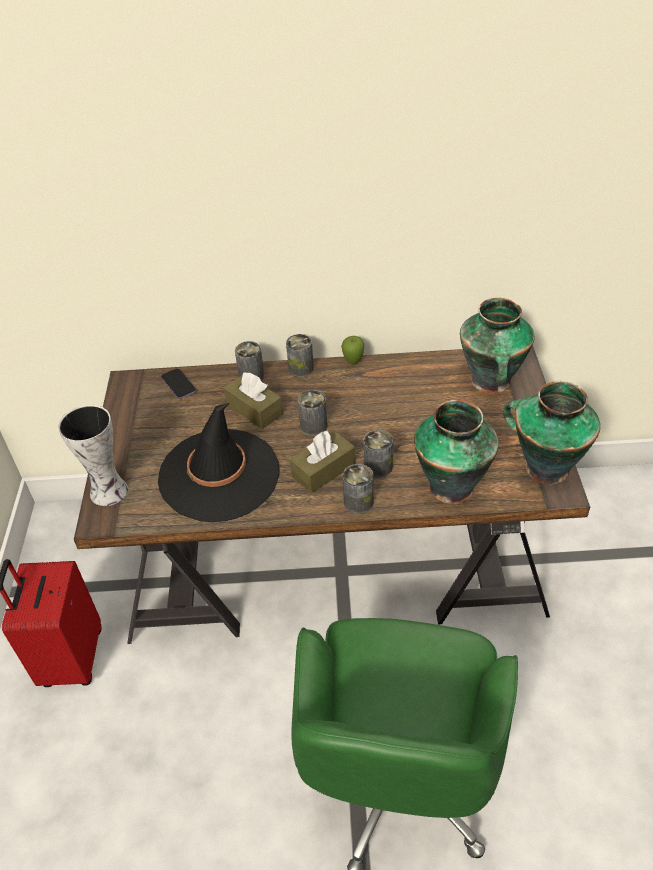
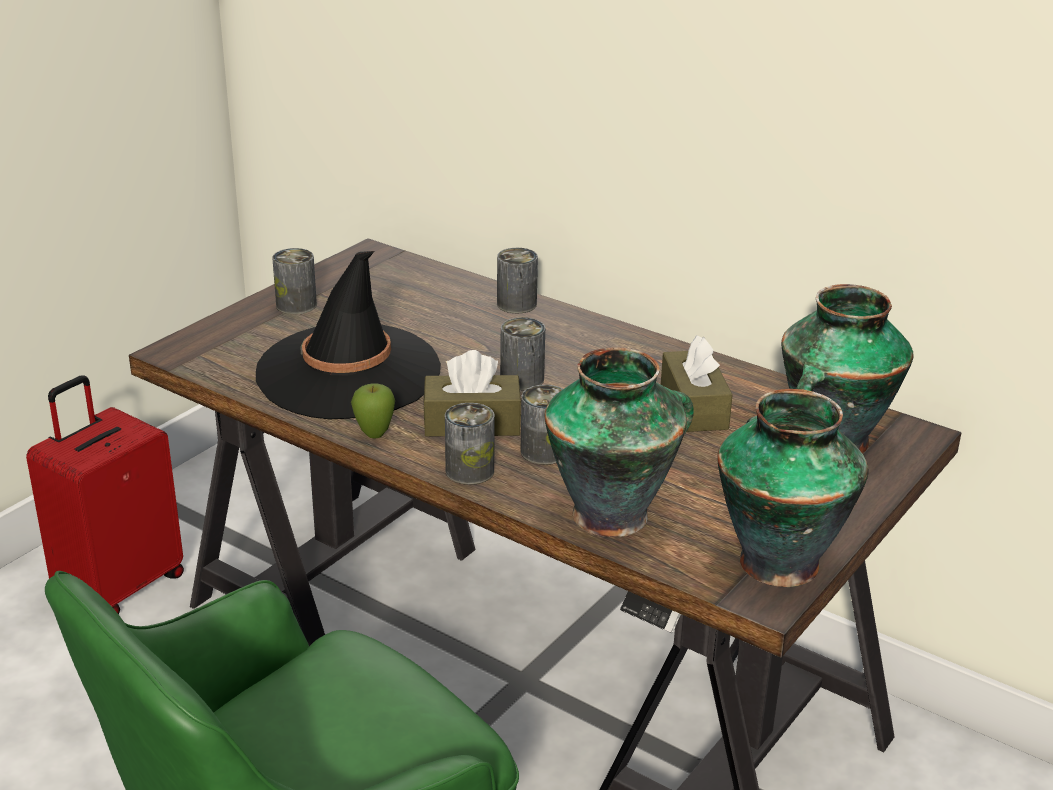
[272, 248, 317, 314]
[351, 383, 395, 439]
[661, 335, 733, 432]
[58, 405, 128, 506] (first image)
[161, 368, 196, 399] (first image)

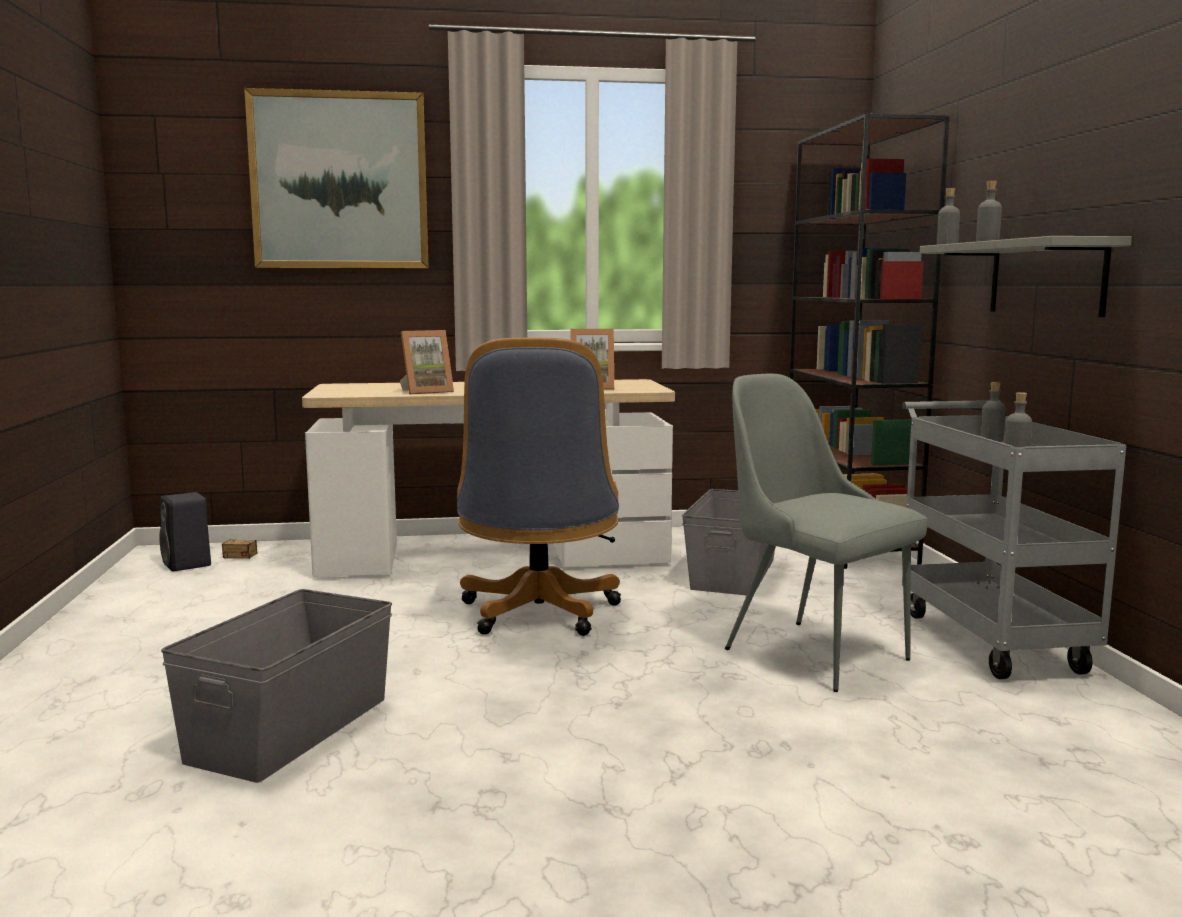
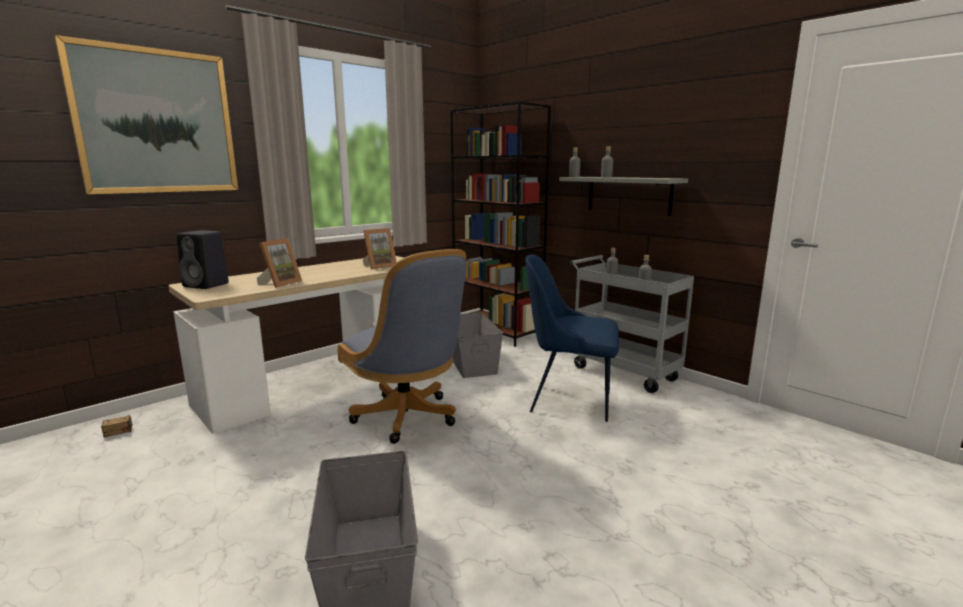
[177, 230, 229, 289]
[525, 254, 619, 422]

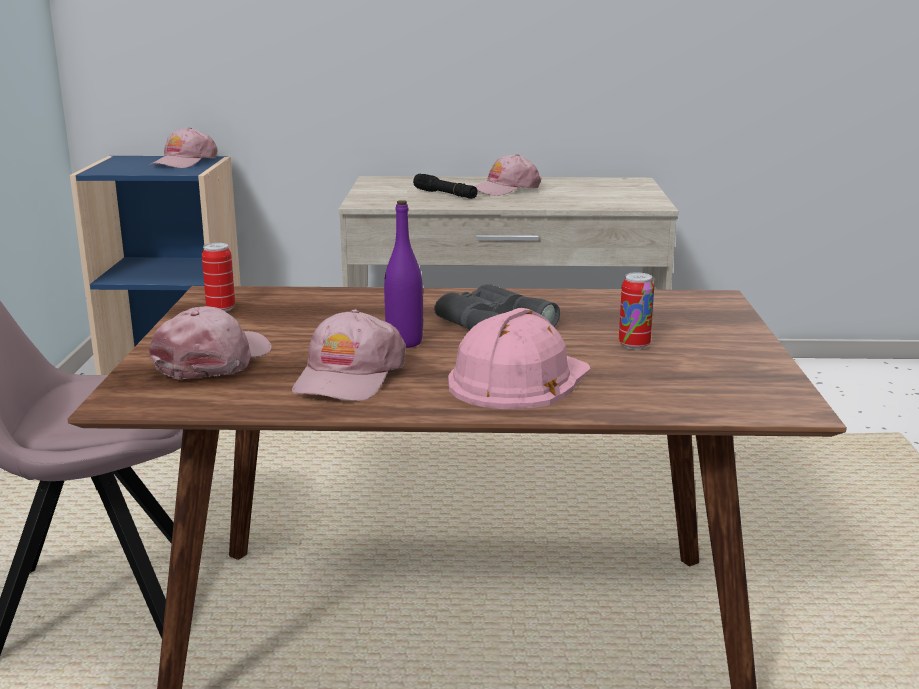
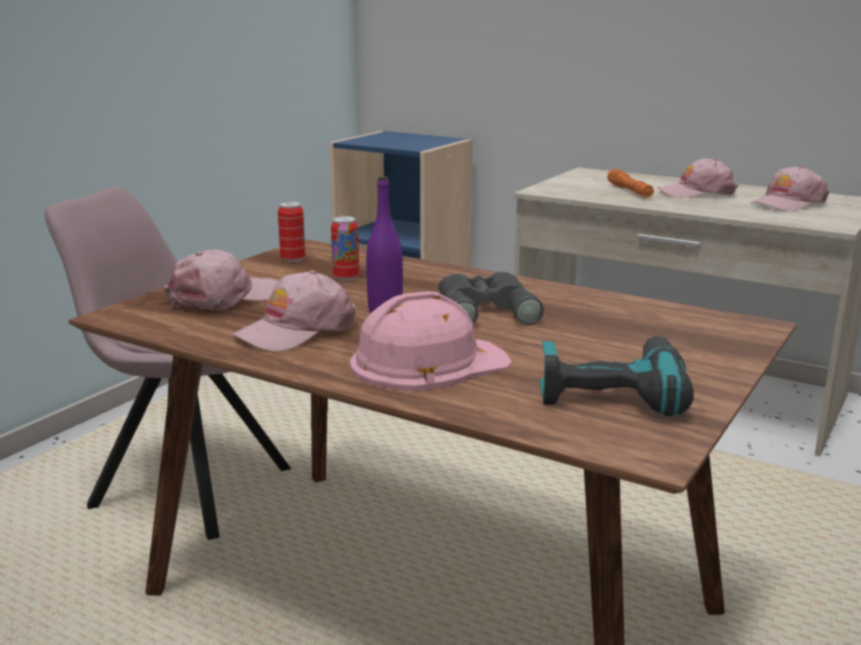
[331, 216, 359, 281]
[540, 336, 694, 416]
[607, 169, 654, 198]
[750, 166, 829, 212]

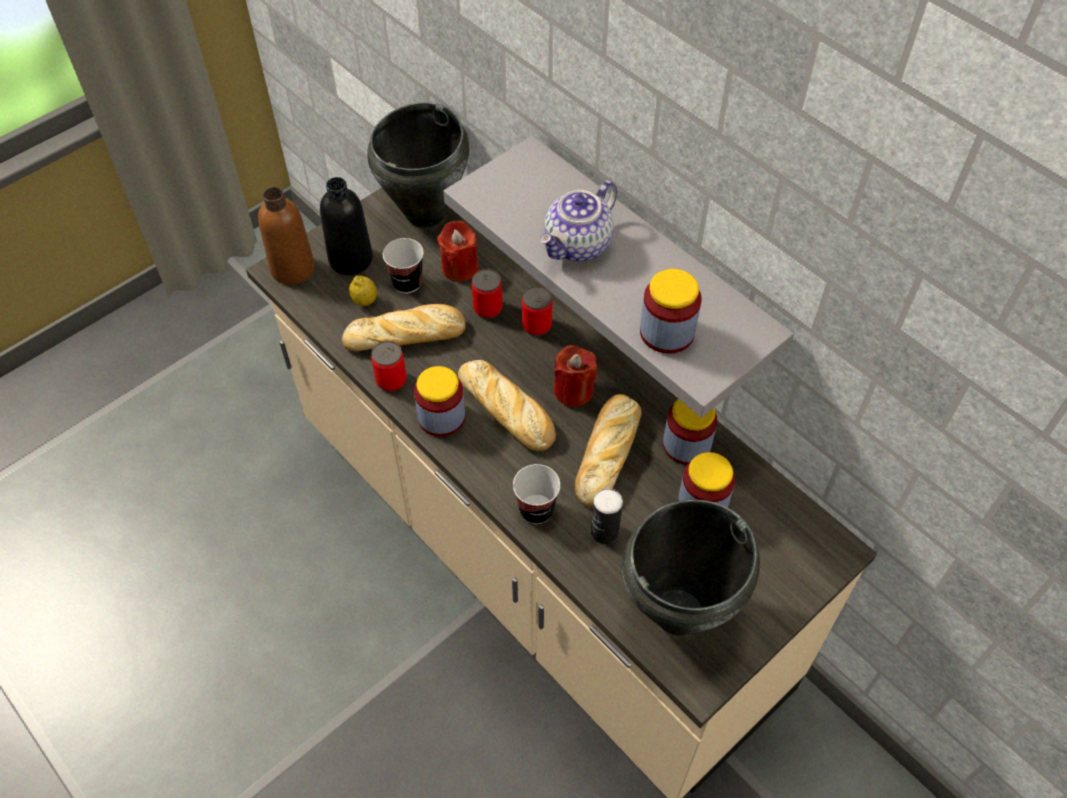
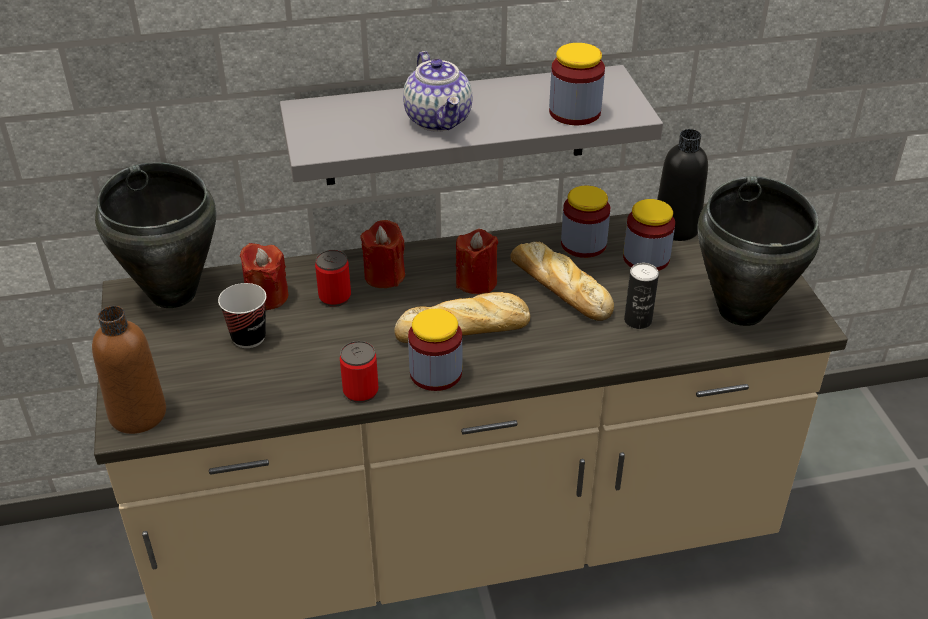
[360, 220, 405, 288]
[657, 129, 708, 241]
[342, 304, 466, 351] (first image)
[349, 276, 377, 306] (first image)
[513, 464, 560, 524] (first image)

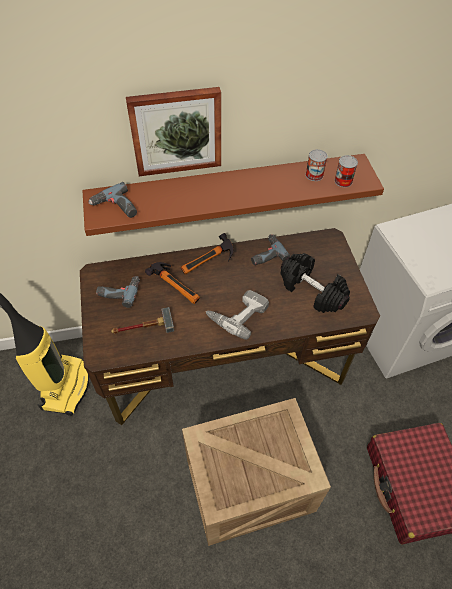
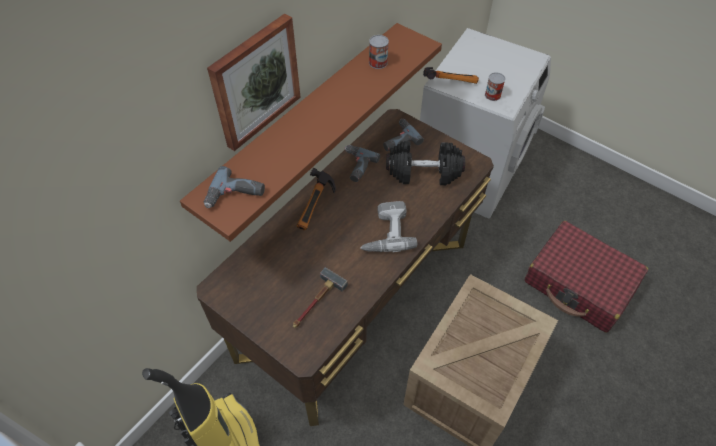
[383, 119, 424, 151]
[423, 67, 479, 84]
[485, 72, 505, 101]

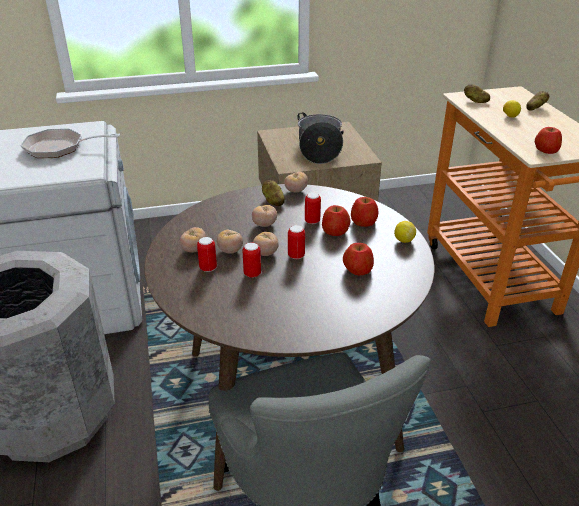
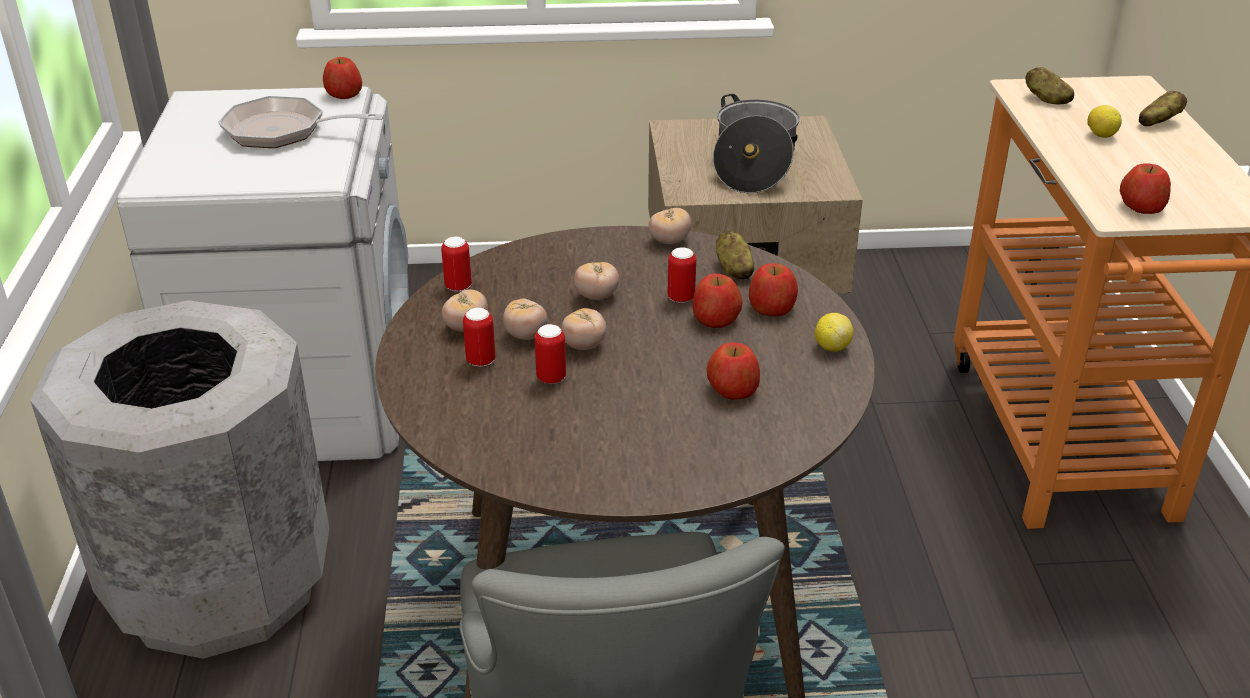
[323, 57, 362, 99]
[441, 237, 472, 292]
[716, 231, 754, 279]

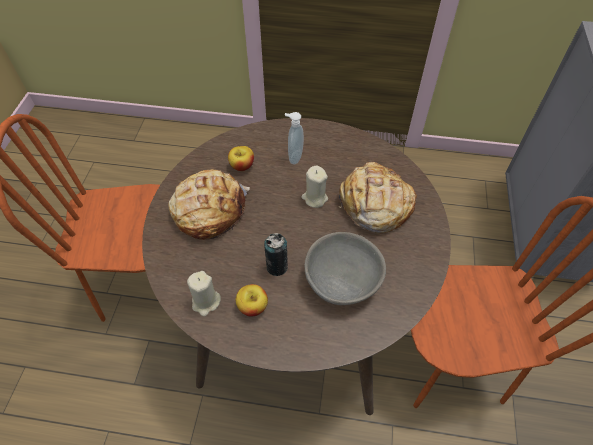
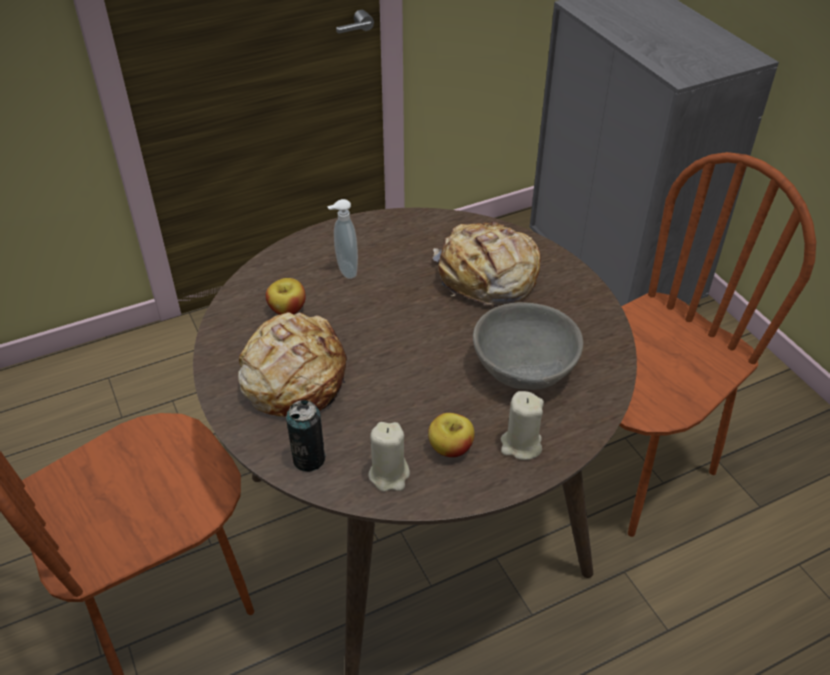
[286, 400, 326, 472]
[501, 391, 544, 460]

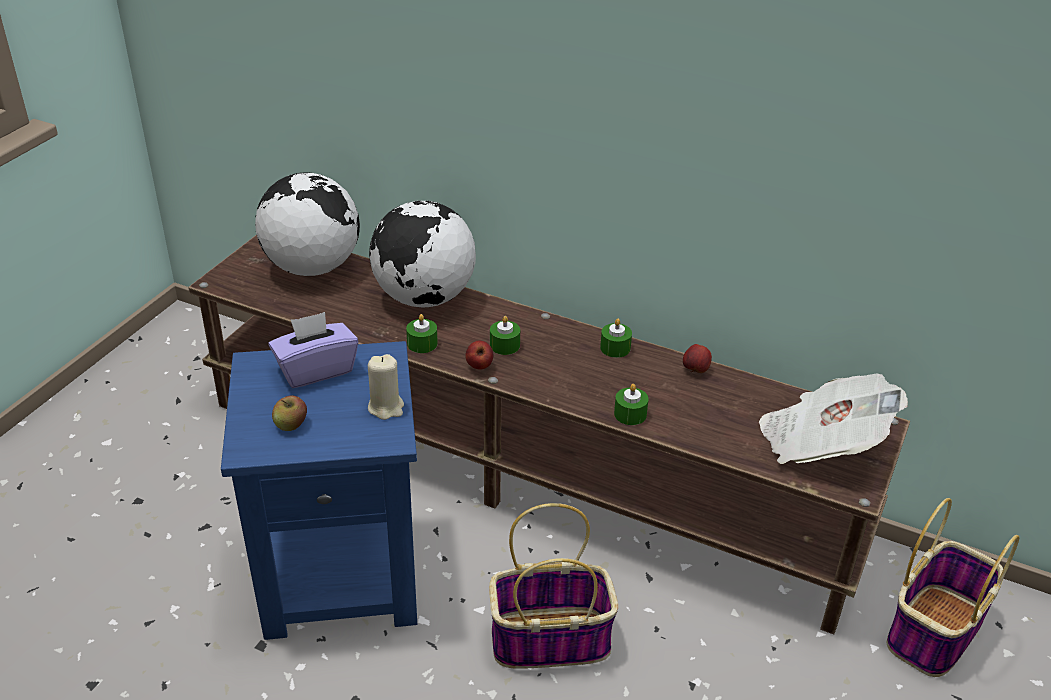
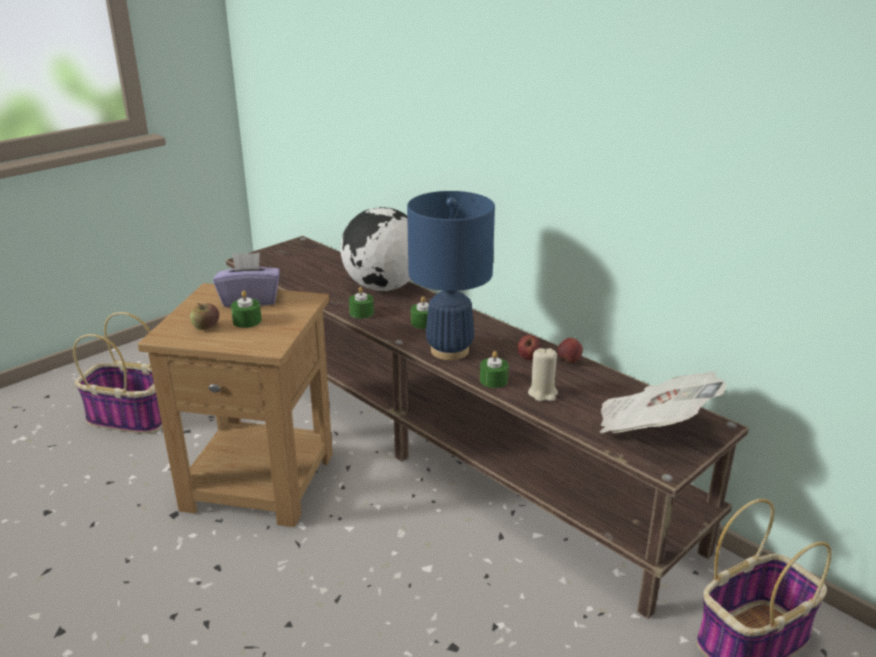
[73, 312, 162, 434]
[138, 283, 333, 527]
[231, 290, 262, 328]
[407, 191, 495, 360]
[517, 335, 541, 360]
[528, 348, 558, 401]
[255, 172, 360, 276] (first image)

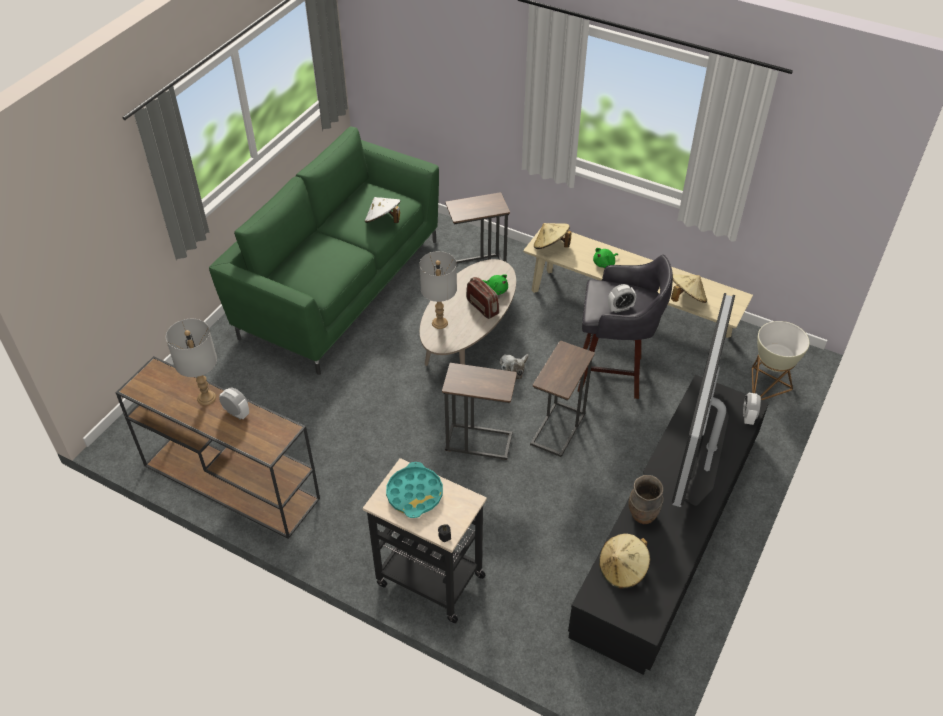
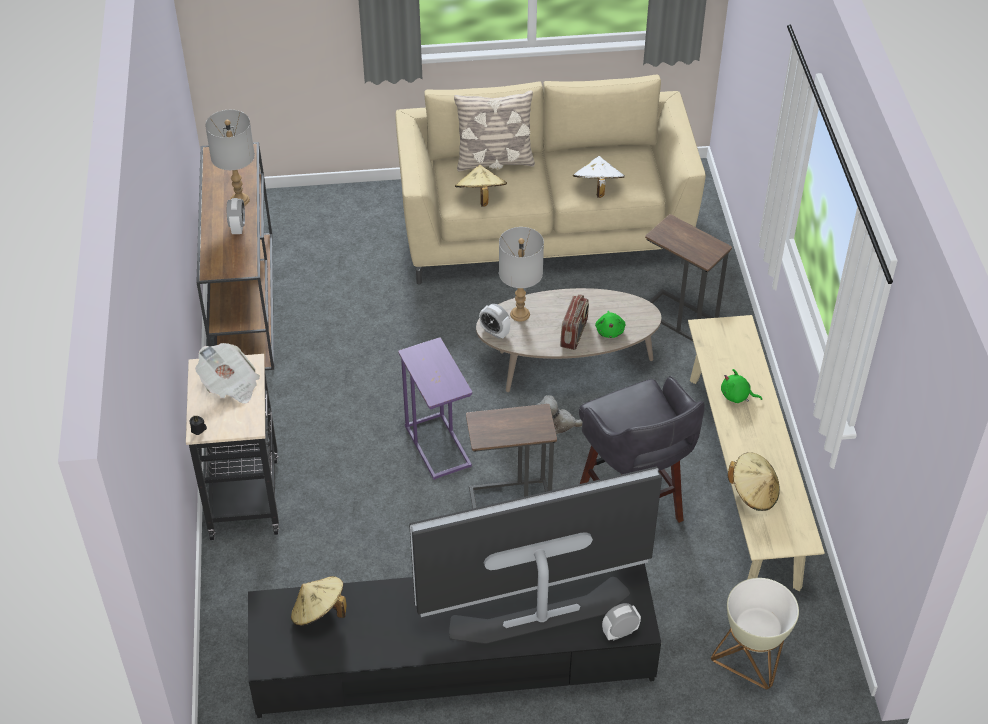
[195, 343, 260, 404]
[395, 74, 706, 284]
[398, 337, 472, 480]
[454, 91, 535, 171]
[455, 165, 507, 207]
[479, 304, 510, 339]
[628, 475, 664, 524] (first image)

